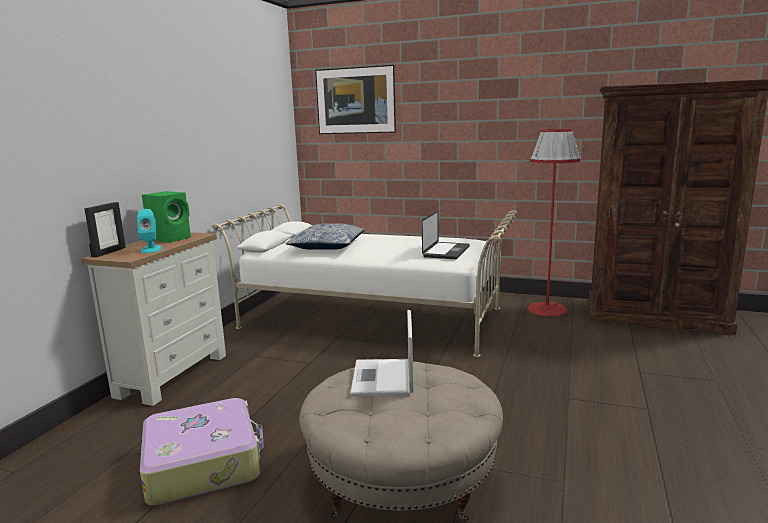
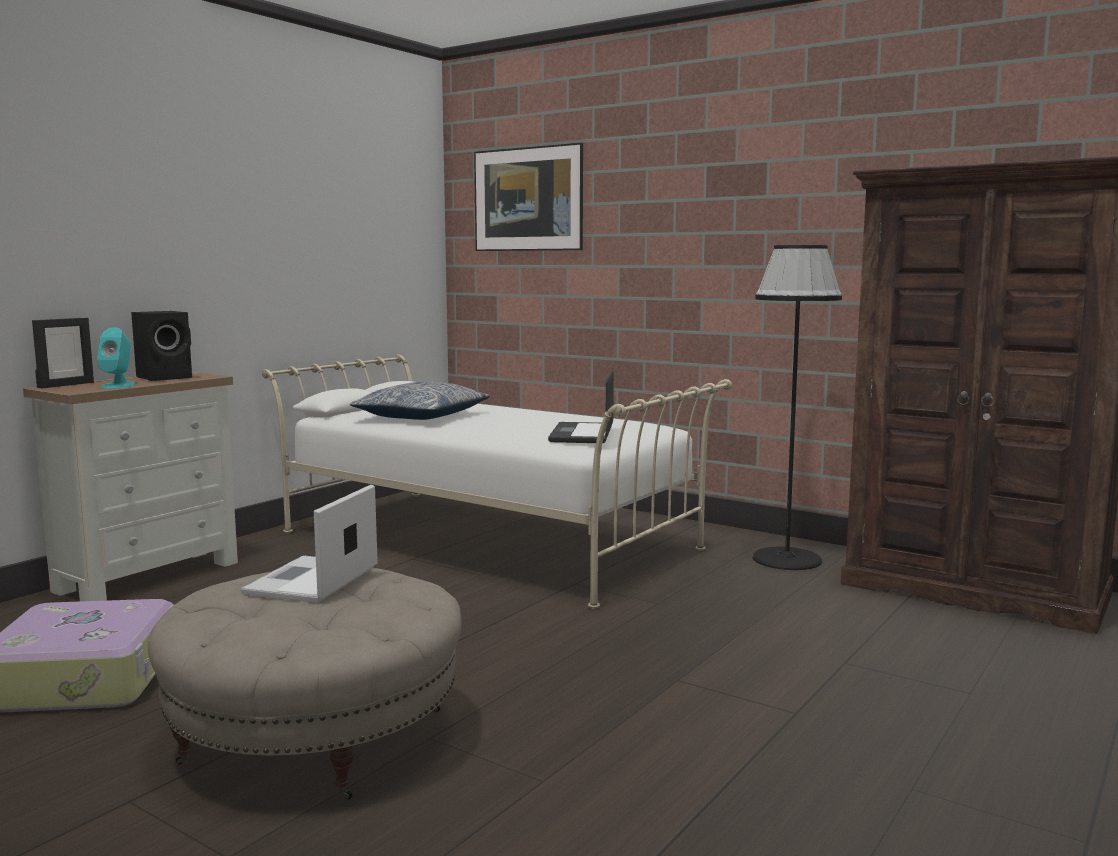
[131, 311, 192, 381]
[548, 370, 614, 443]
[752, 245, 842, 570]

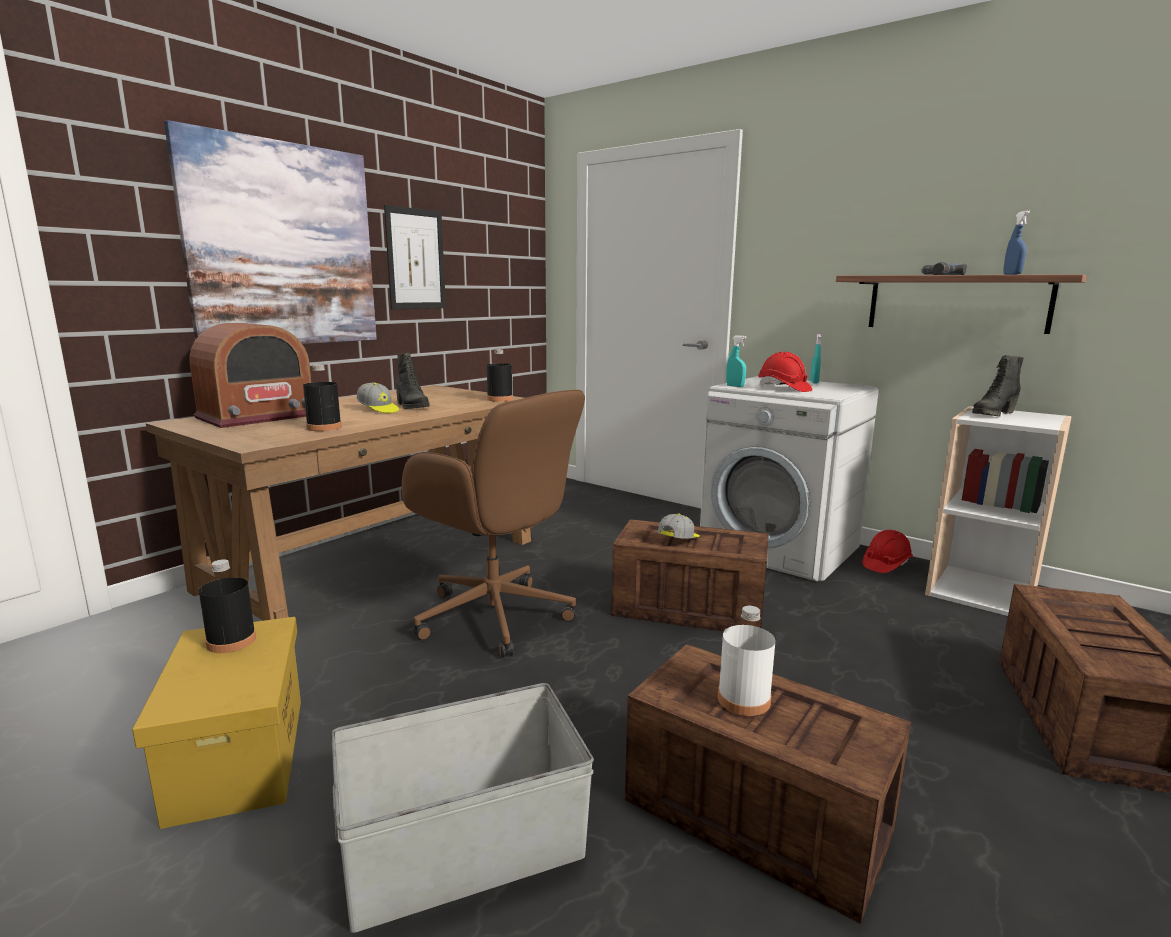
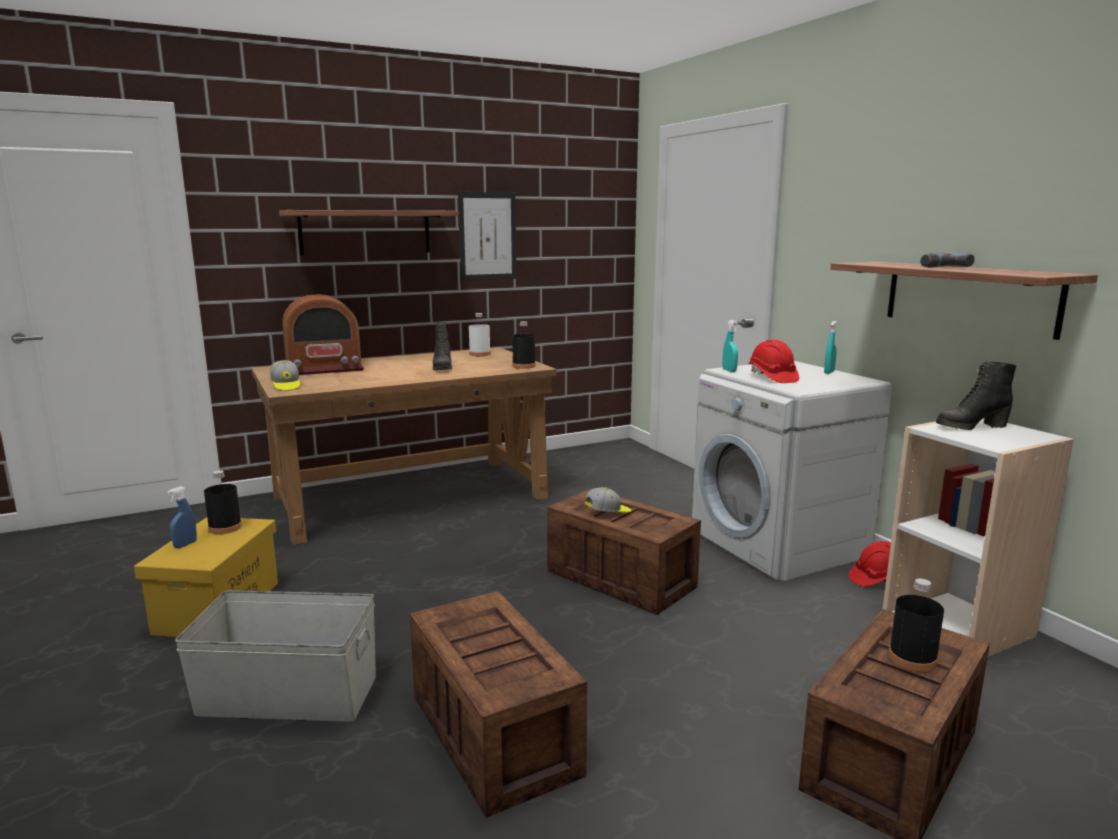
[168, 486, 197, 549]
[270, 360, 300, 391]
[279, 210, 459, 255]
[469, 313, 491, 356]
[888, 578, 944, 672]
[402, 390, 585, 657] (first image)

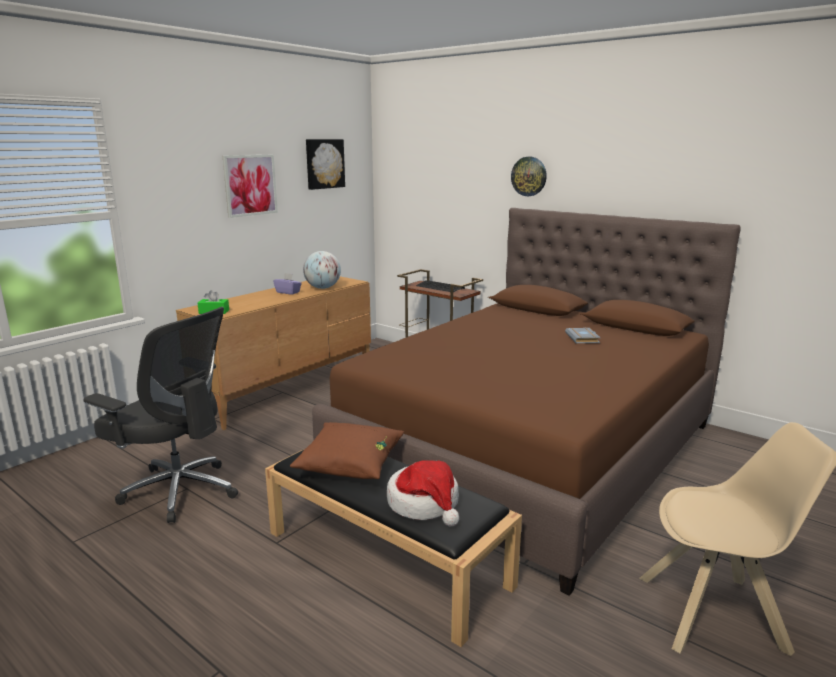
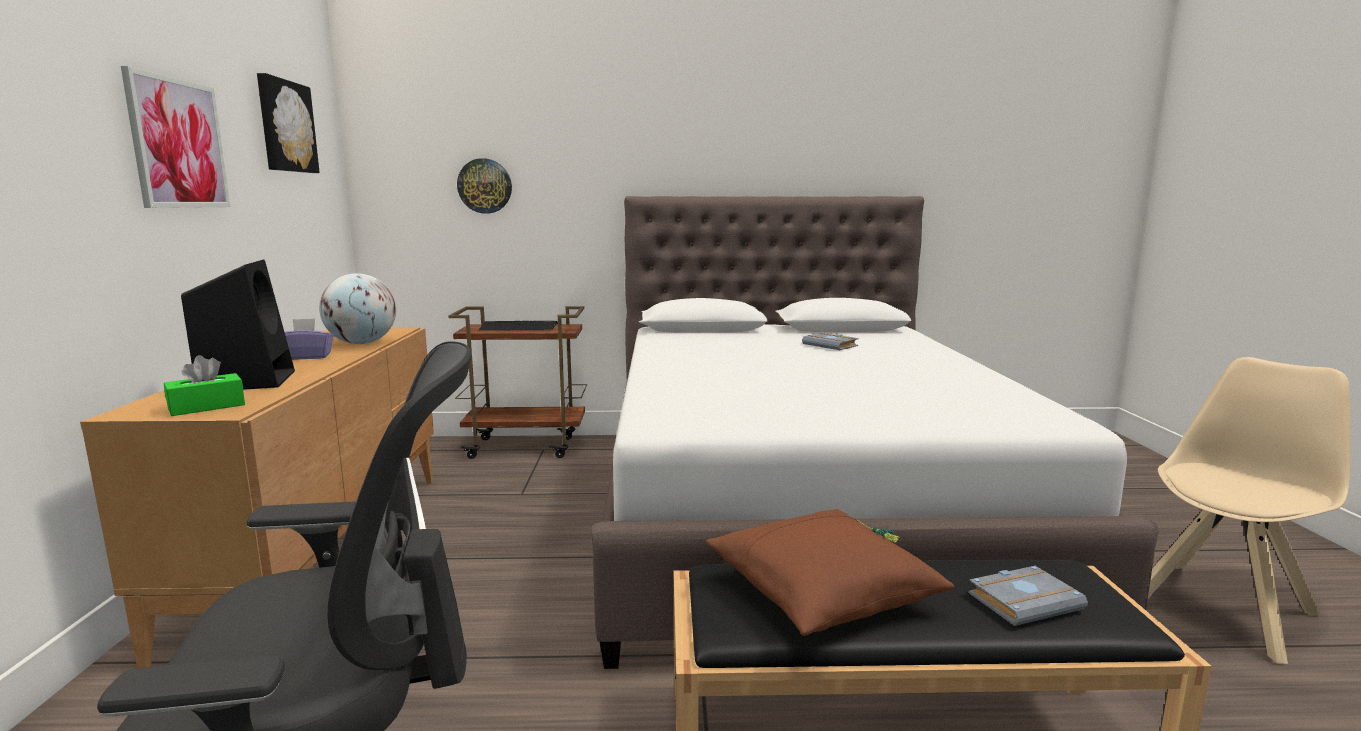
[181, 259, 295, 390]
[457, 158, 512, 214]
[591, 196, 1159, 669]
[968, 566, 1088, 626]

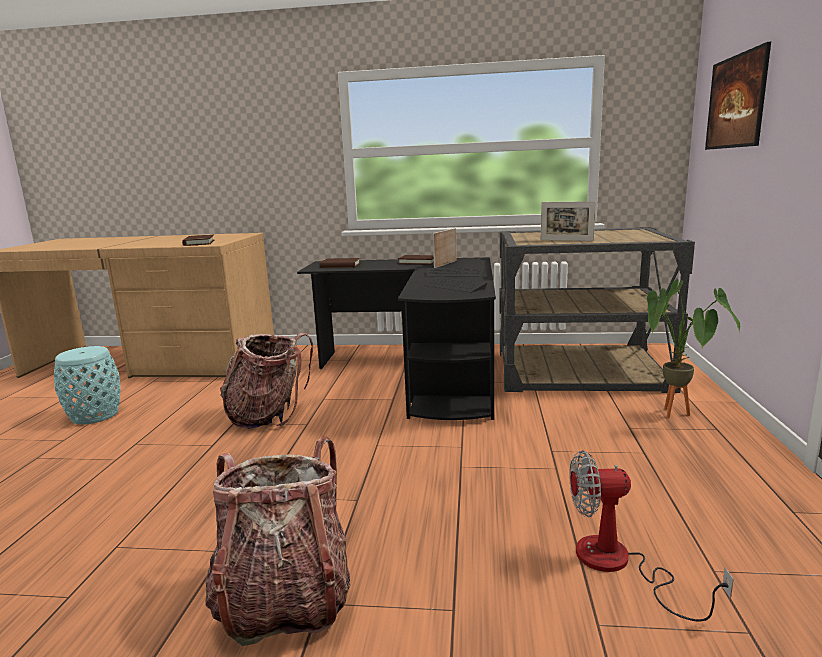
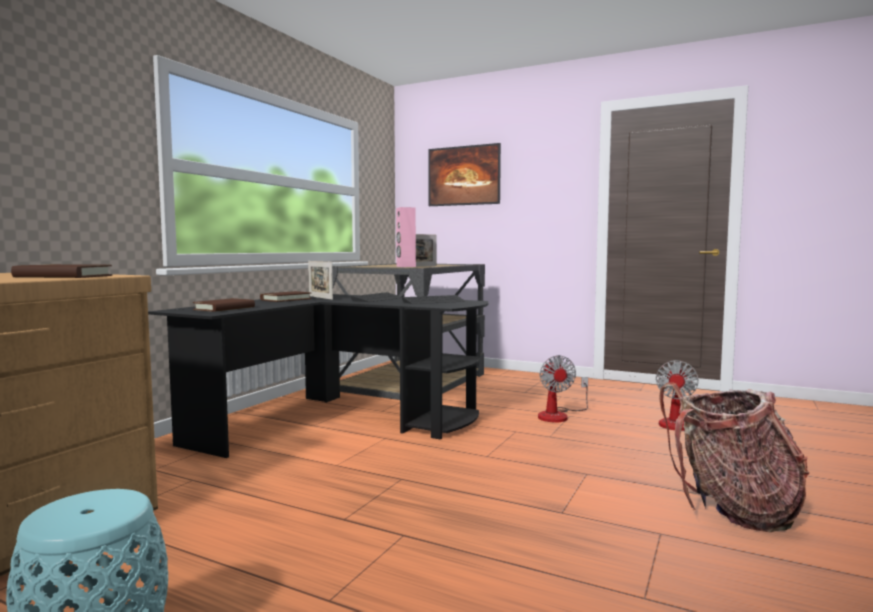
[396, 207, 416, 267]
[538, 355, 588, 422]
[220, 333, 313, 429] (first image)
[647, 279, 740, 419] (first image)

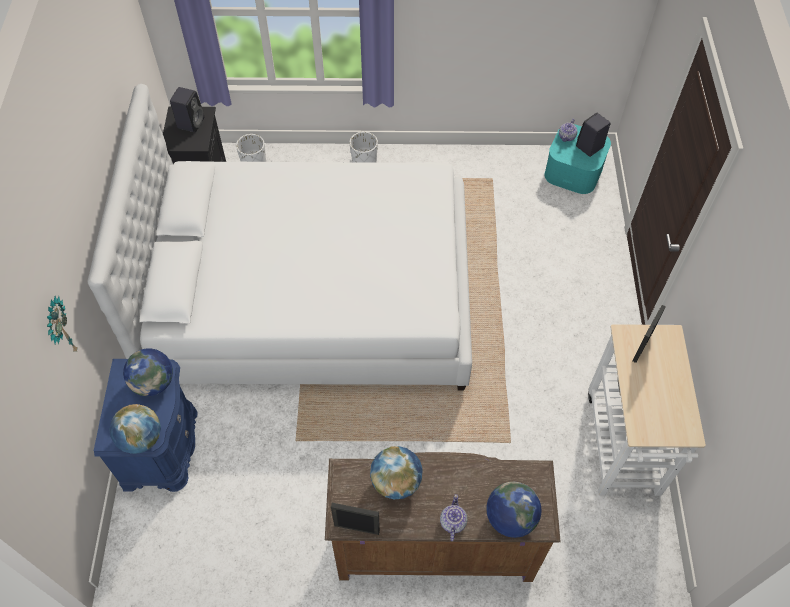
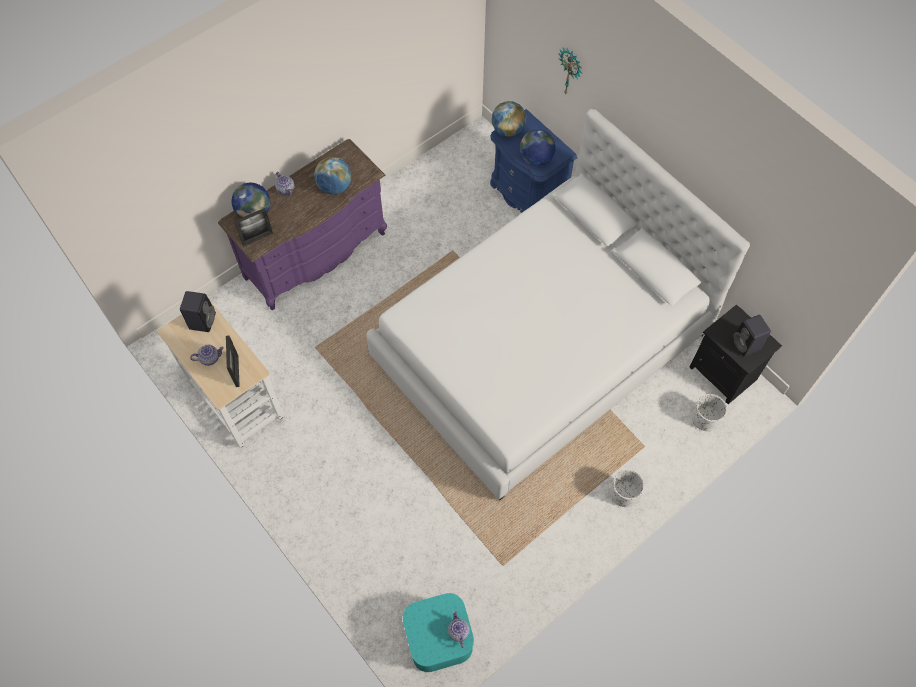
[180, 291, 216, 332]
[190, 345, 224, 366]
[234, 208, 273, 247]

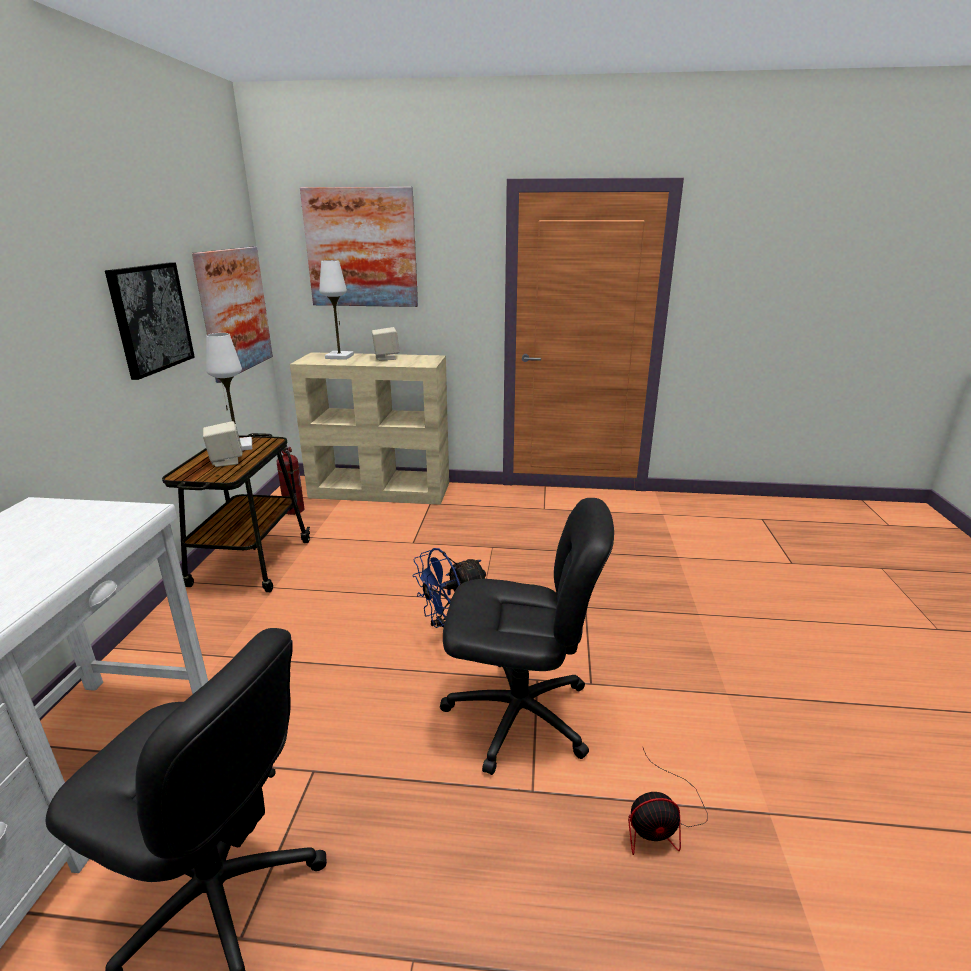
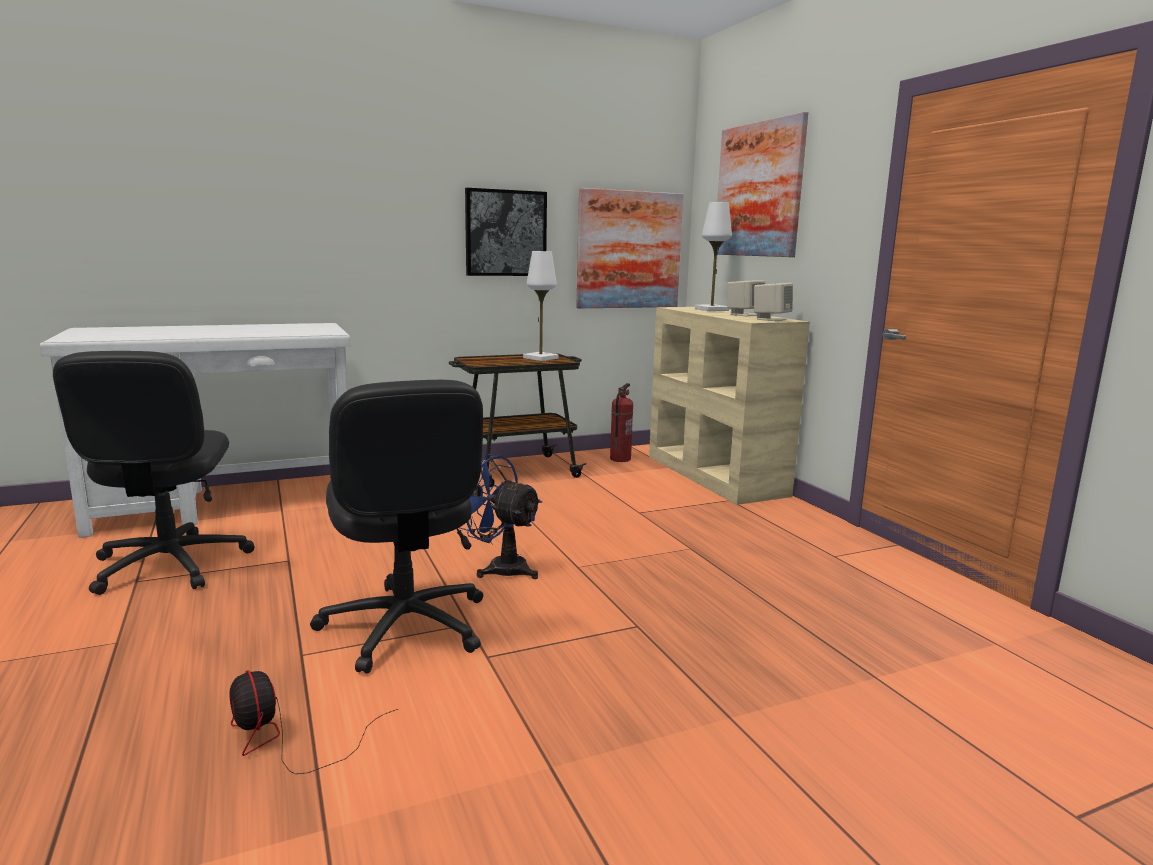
[754, 283, 793, 321]

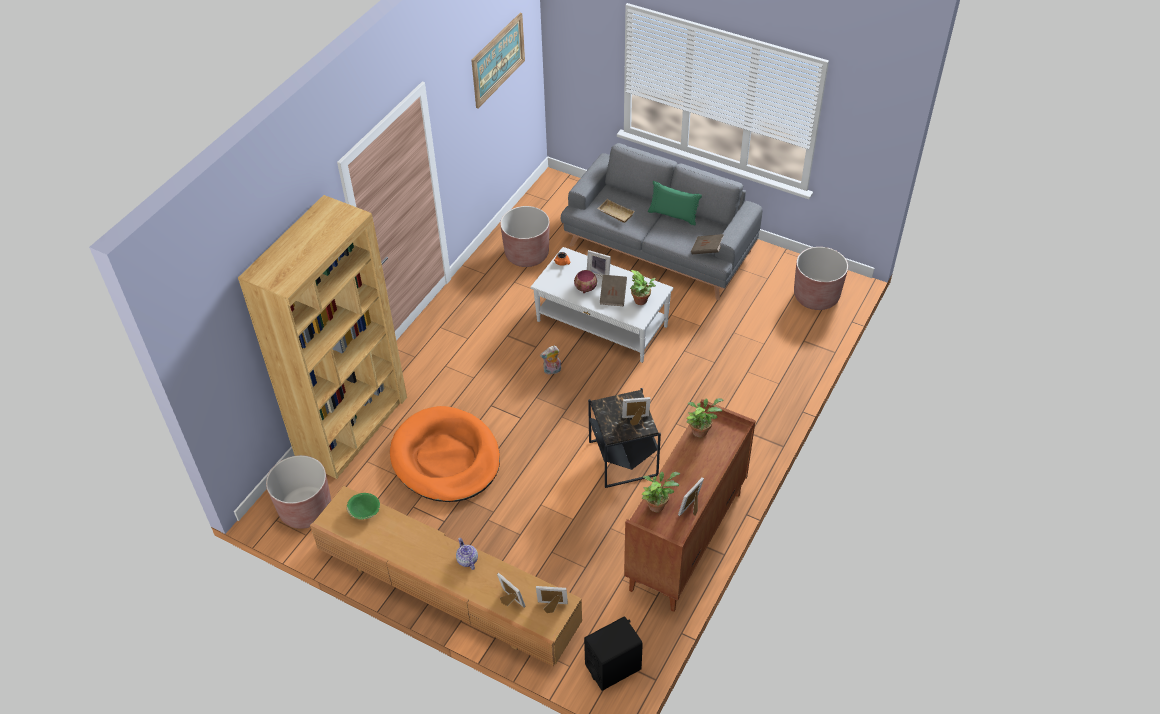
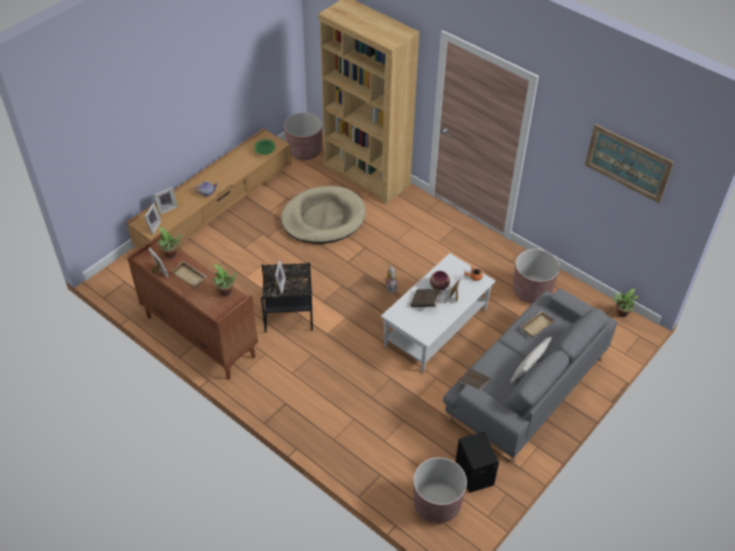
[171, 261, 207, 288]
[281, 186, 366, 244]
[455, 432, 499, 493]
[510, 337, 551, 383]
[611, 289, 639, 317]

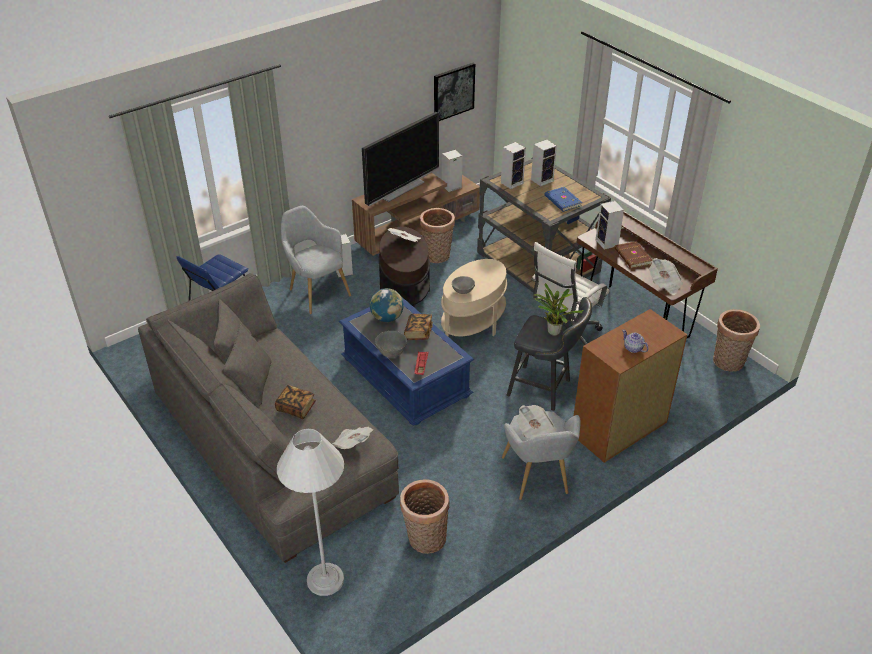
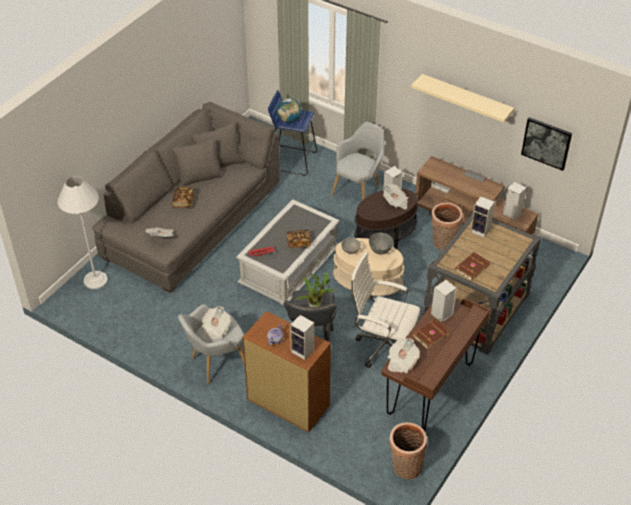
[236, 199, 340, 305]
[276, 98, 301, 123]
[290, 315, 314, 360]
[369, 233, 393, 255]
[411, 74, 514, 123]
[454, 252, 490, 281]
[362, 112, 439, 206] (first image)
[400, 479, 449, 554] (first image)

